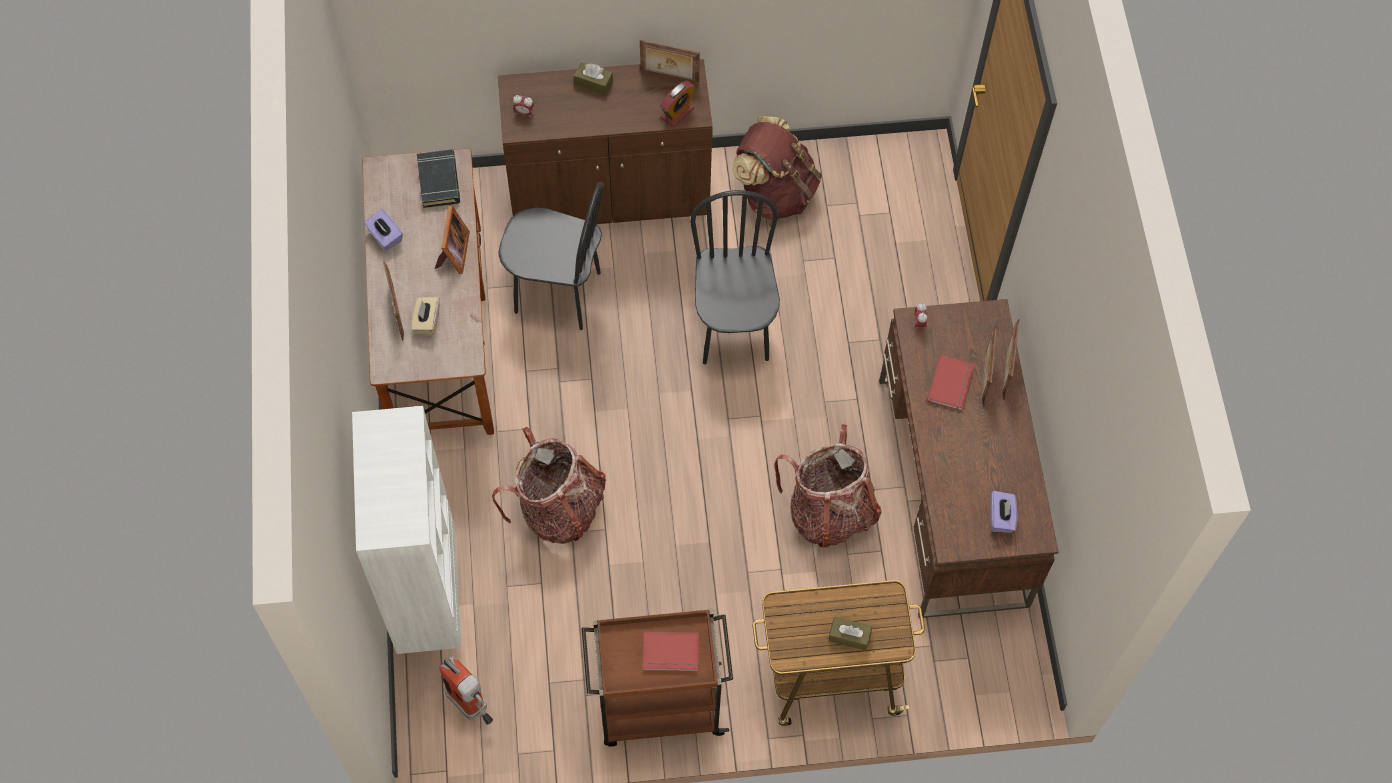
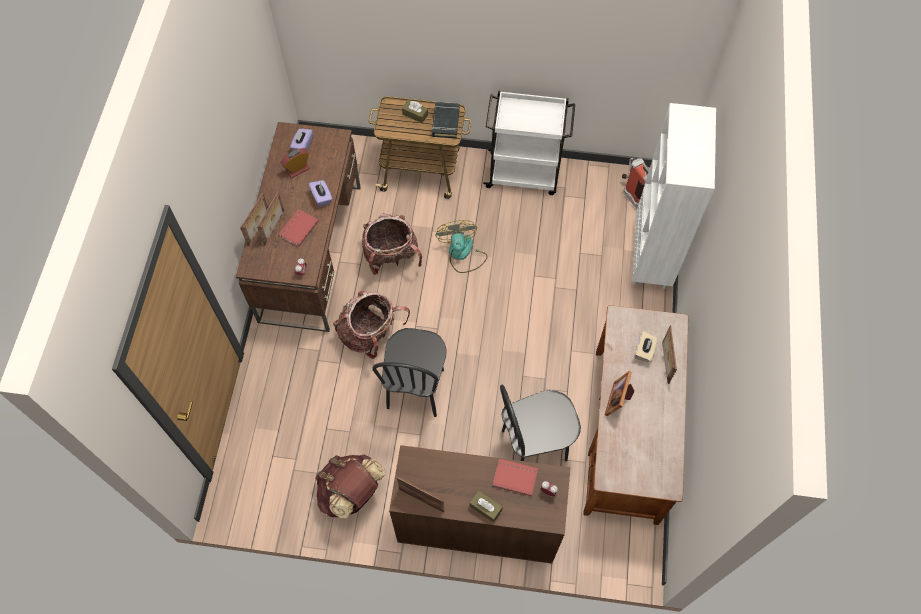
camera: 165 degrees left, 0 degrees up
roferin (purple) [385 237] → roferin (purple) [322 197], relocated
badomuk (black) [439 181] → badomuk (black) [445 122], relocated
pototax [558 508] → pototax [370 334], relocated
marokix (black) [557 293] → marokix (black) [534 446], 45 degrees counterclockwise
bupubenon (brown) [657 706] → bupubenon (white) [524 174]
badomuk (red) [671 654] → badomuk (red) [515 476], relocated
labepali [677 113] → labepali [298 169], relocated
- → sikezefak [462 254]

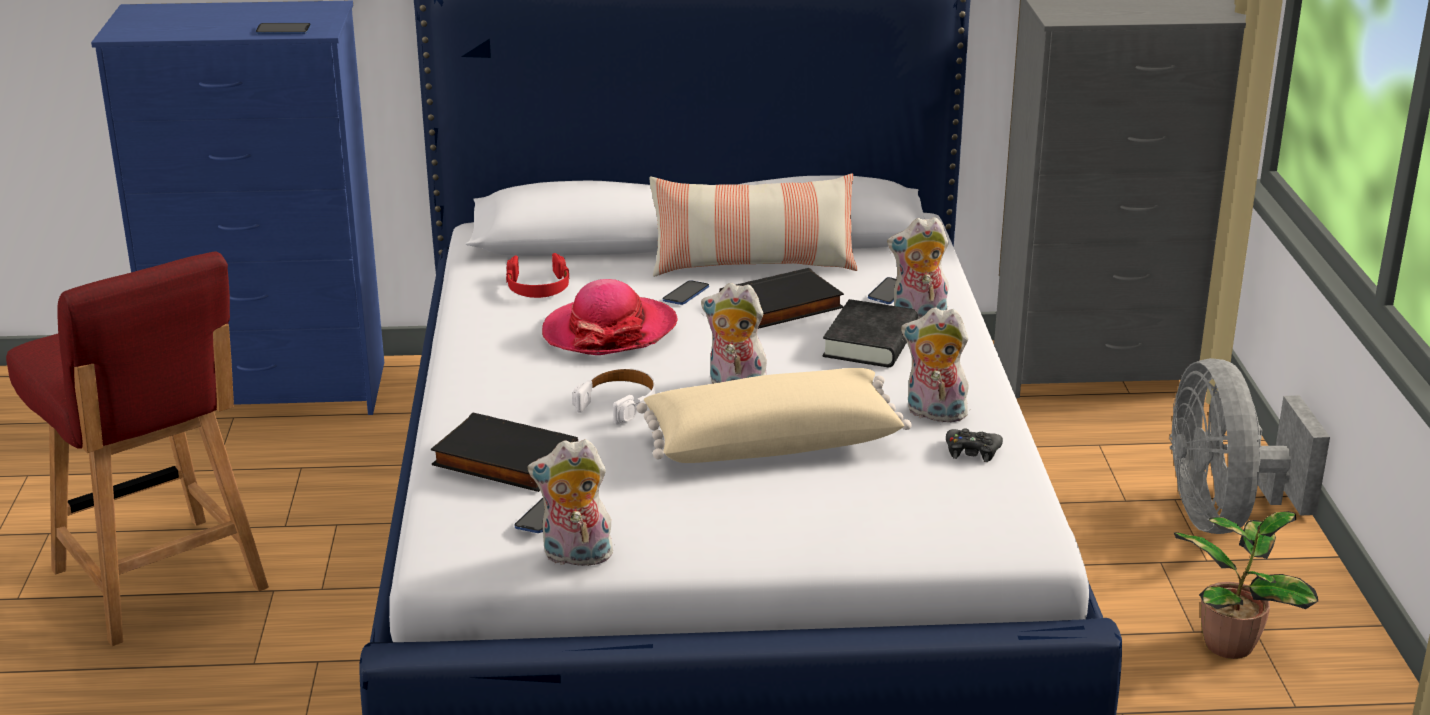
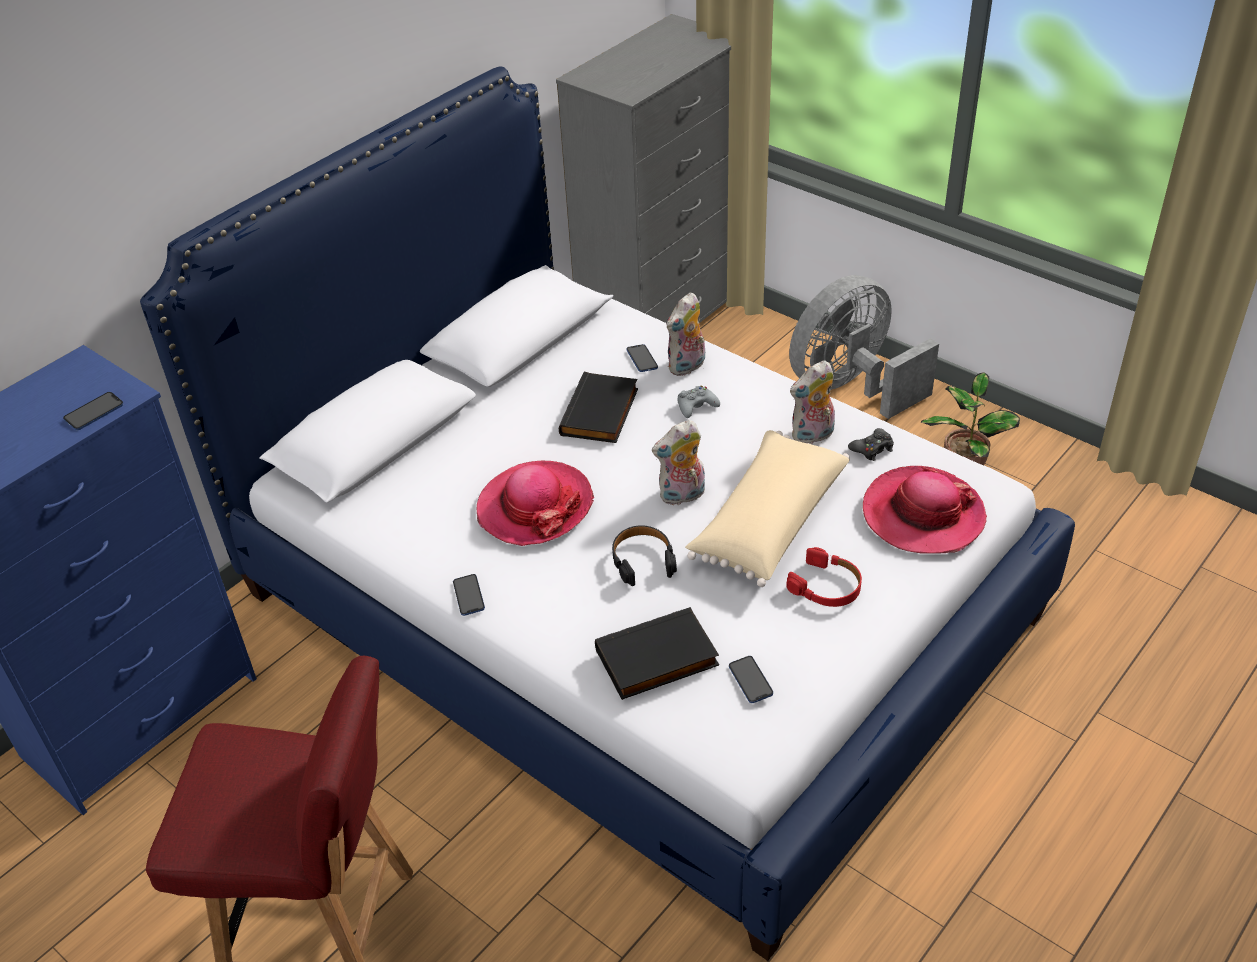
camera: 45 degrees left, 15 degrees up
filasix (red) [538 286] → filasix (red) [826 586], relocated
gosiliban [575 557] → -
filasix (white) [618 403] → filasix (black) [642 560]
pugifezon [753 264] → -
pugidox [685 294] → pugidox [468 596], relocated
badomuk (black) [870 343] → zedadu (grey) [696 406]
sikezefak (grey) [1224 516] → sikezefak (grey) [851 387], 105 degrees clockwise
- → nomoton [923 514]

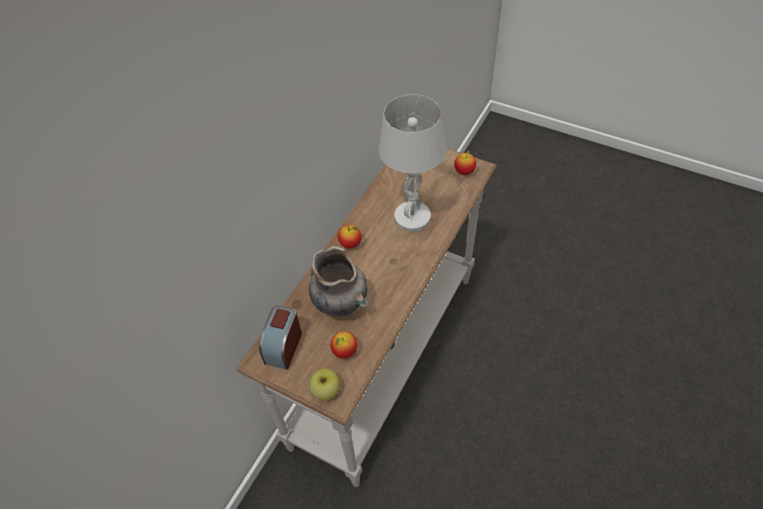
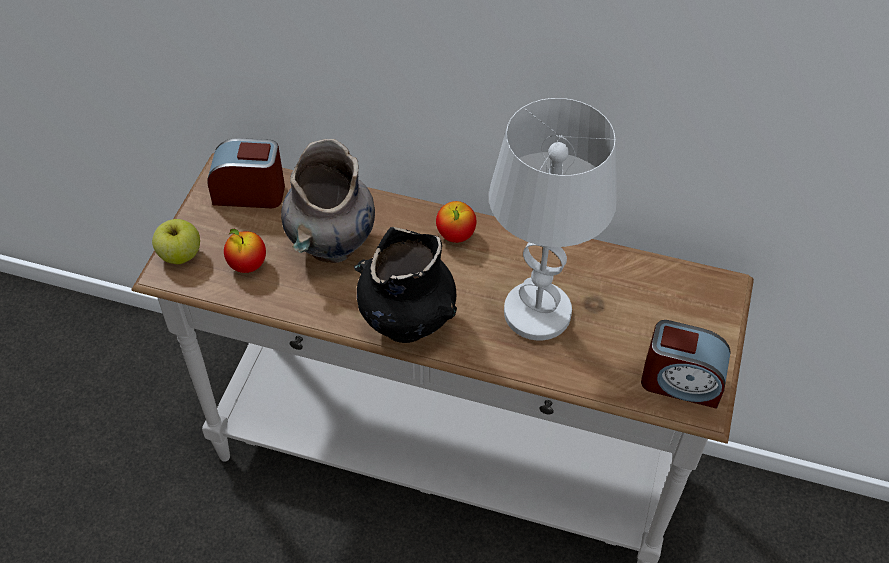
camera: 75 degrees right, 0 degrees up
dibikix [464 172] → labepali [681 382]
- → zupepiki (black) [405 322]

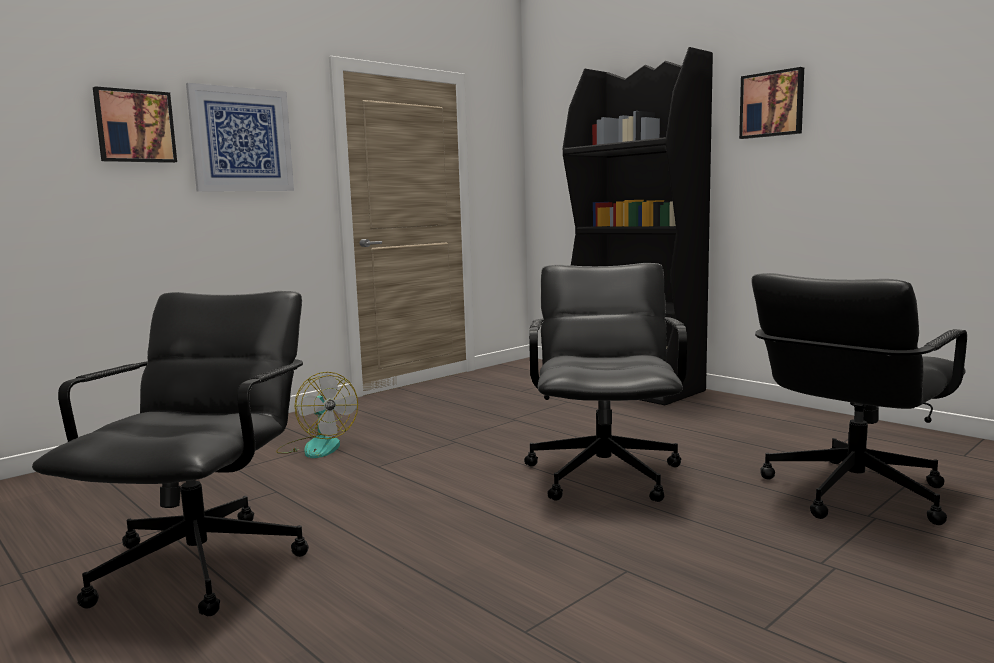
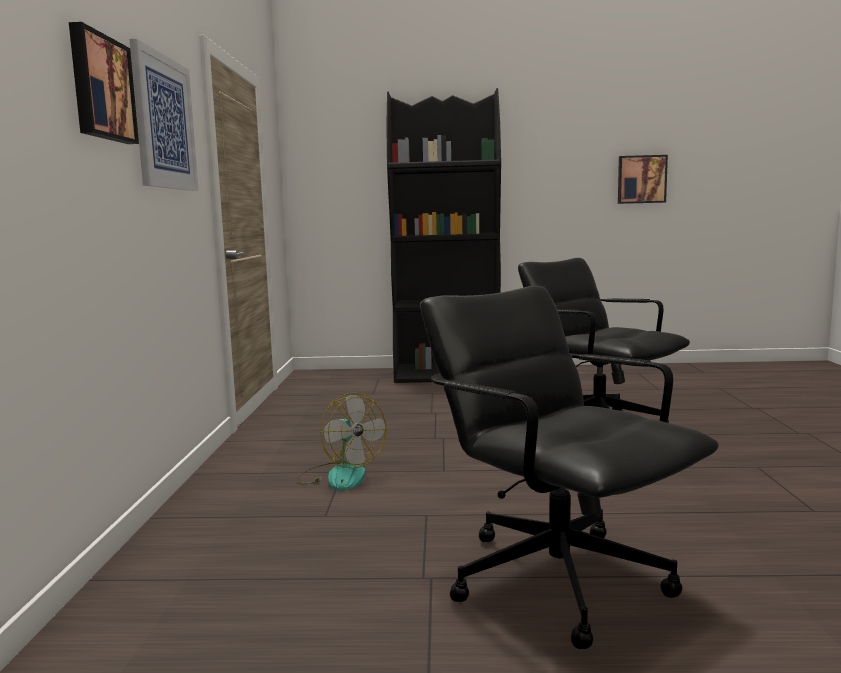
camera: 45 degrees left, 0 degrees up
sikezefak [317 446] → sikezefak [339 476], 45 degrees clockwise
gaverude [772 104] → gaverude [641 179], relocated
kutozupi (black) [851 493] → -

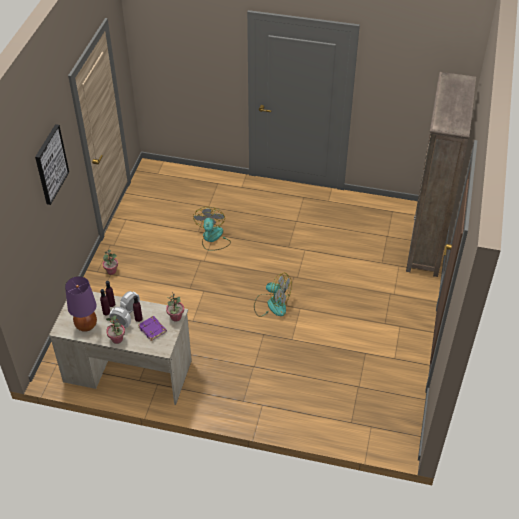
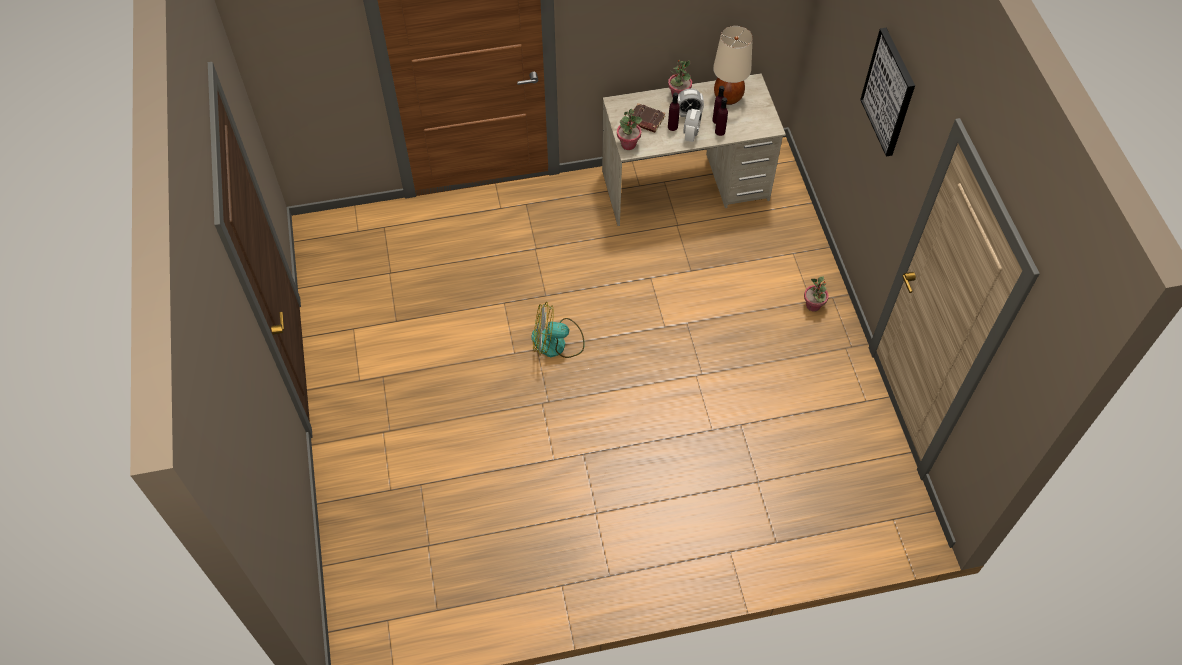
camera: 155 degrees right, 10 degrees up
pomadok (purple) [86 325] → pomadok (beige) [727 97]
badomuk (purple) [153 329] → badomuk (brown) [645 120]
sikezefak [212 238] → -
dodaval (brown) [425 245] → -

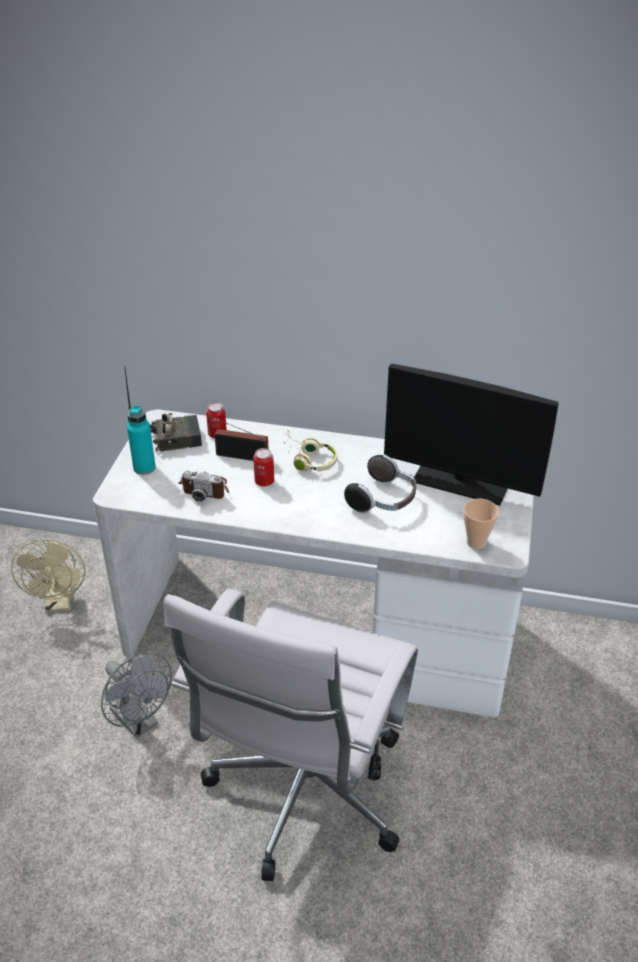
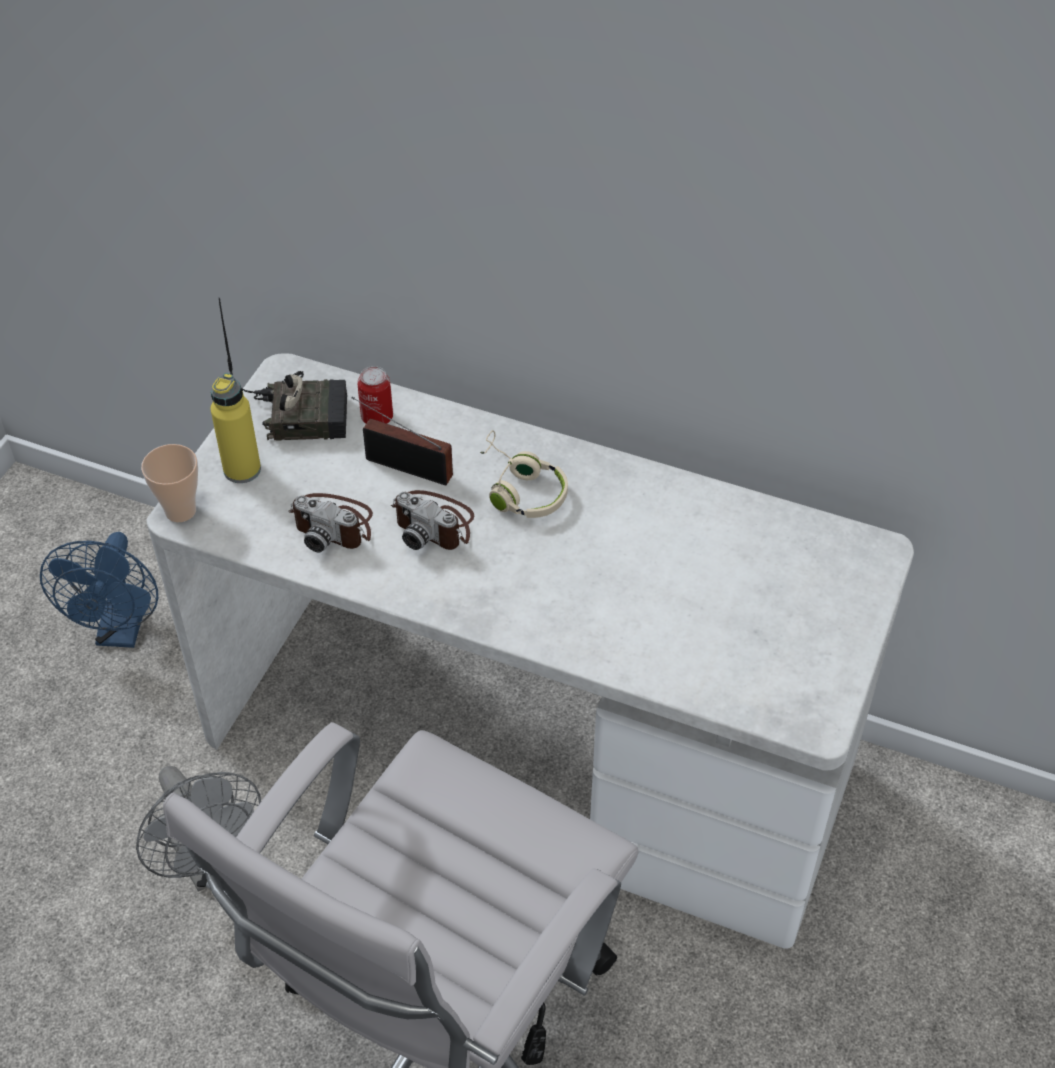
camera: 10 degrees right, 10 degrees up
sikezefak (beige) [59 602] → sikezefak (blue) [121 631]
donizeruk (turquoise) [144 468] → donizeruk (yellow) [242 470]
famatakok [264 481] → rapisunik [434 523]
filasix [383 500] → -
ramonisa [461 481] → -
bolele [476 542] → bolele [180 511], relocated

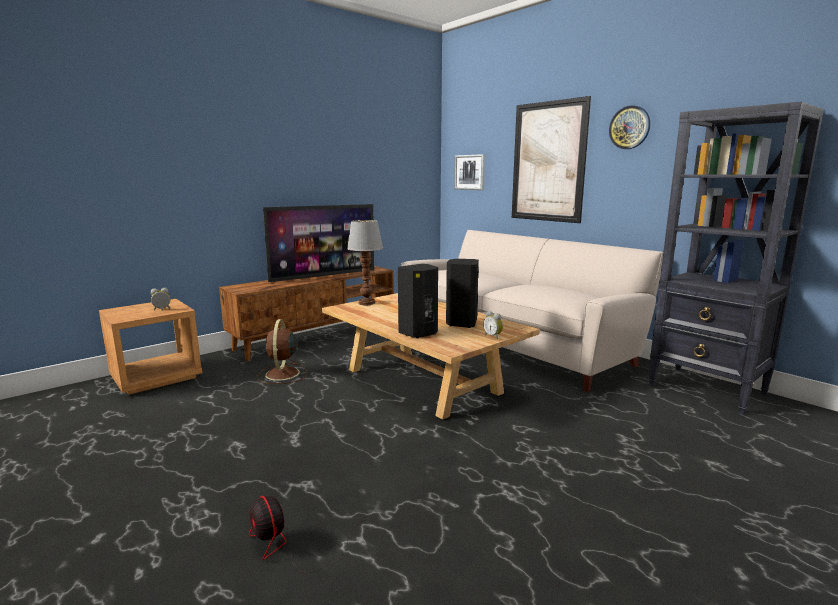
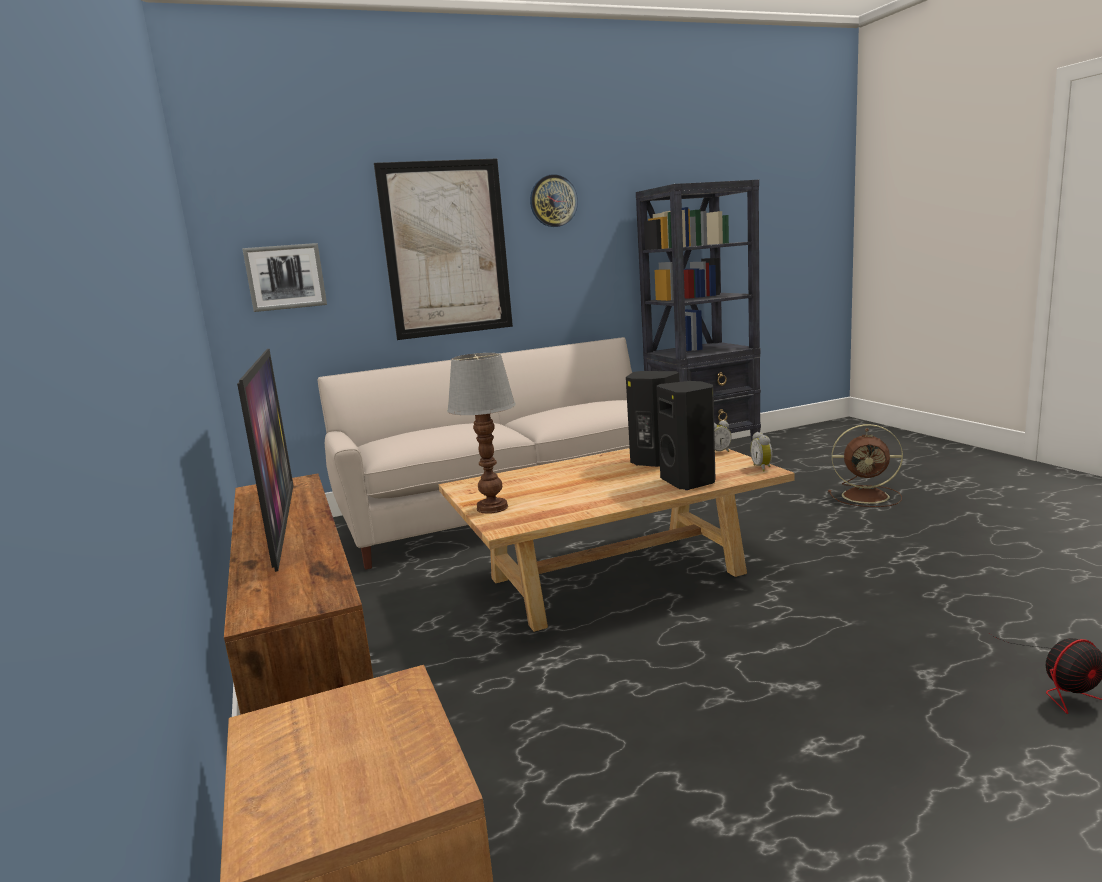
camera: 70 degrees left, 0 degrees up
labepali [162 310] → labepali [763 467], relocated
sikezefak (brown) [282 374] → sikezefak (brown) [867 496], relocated

